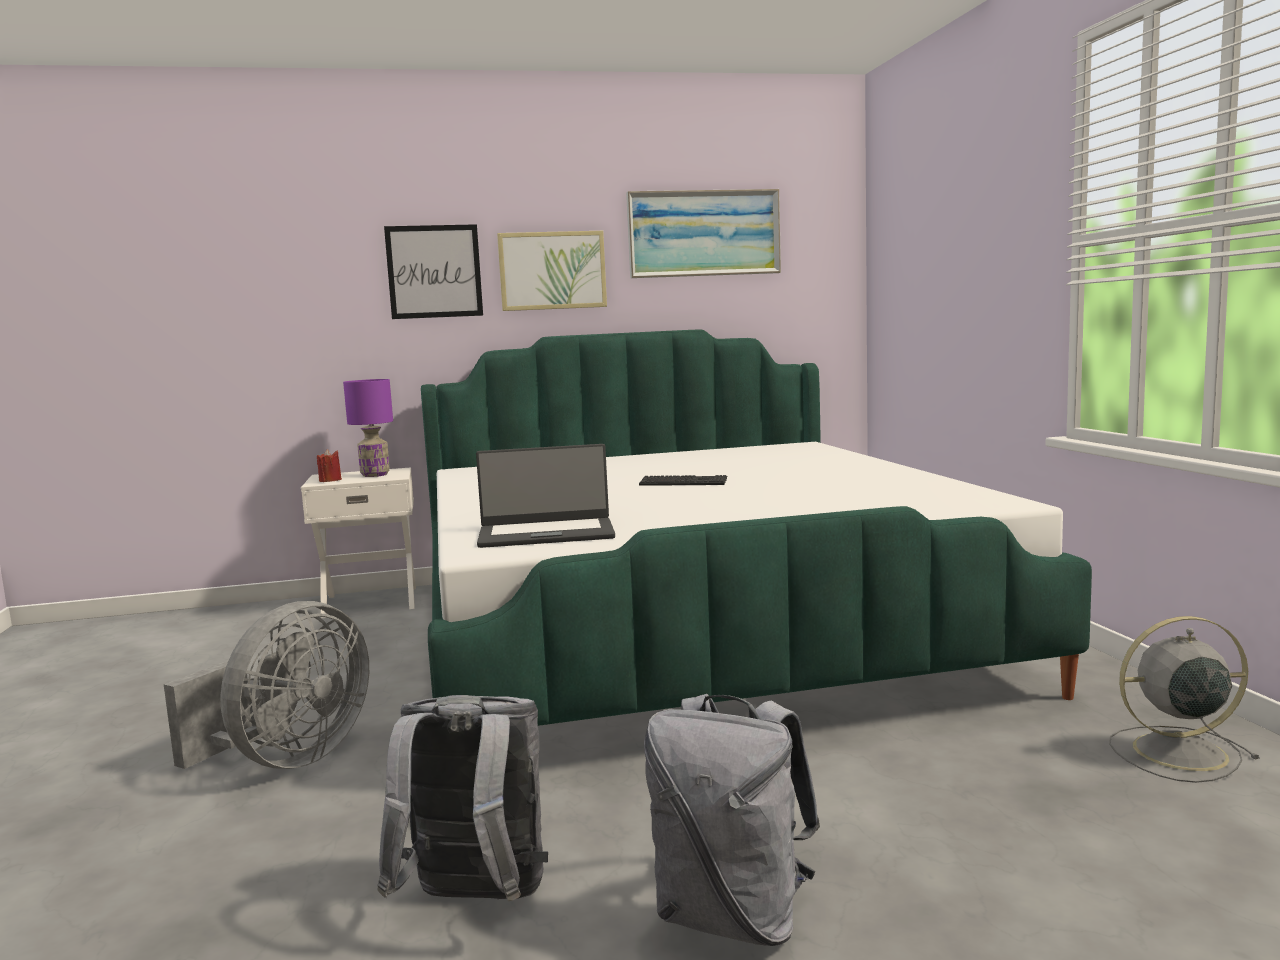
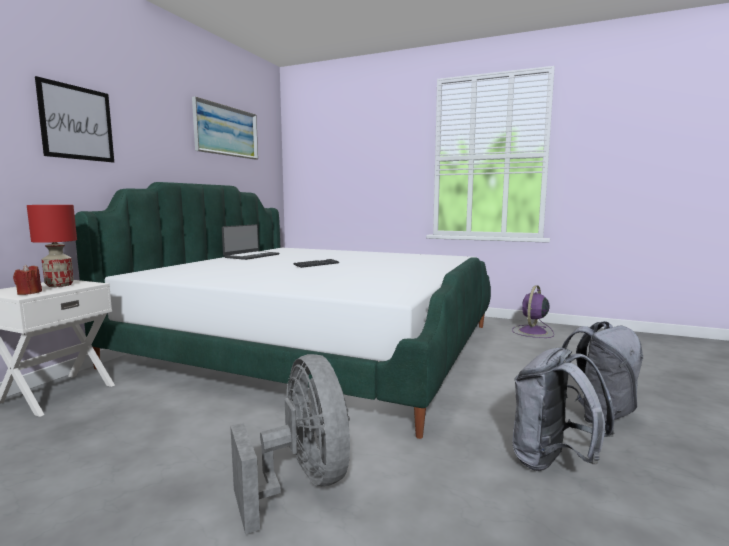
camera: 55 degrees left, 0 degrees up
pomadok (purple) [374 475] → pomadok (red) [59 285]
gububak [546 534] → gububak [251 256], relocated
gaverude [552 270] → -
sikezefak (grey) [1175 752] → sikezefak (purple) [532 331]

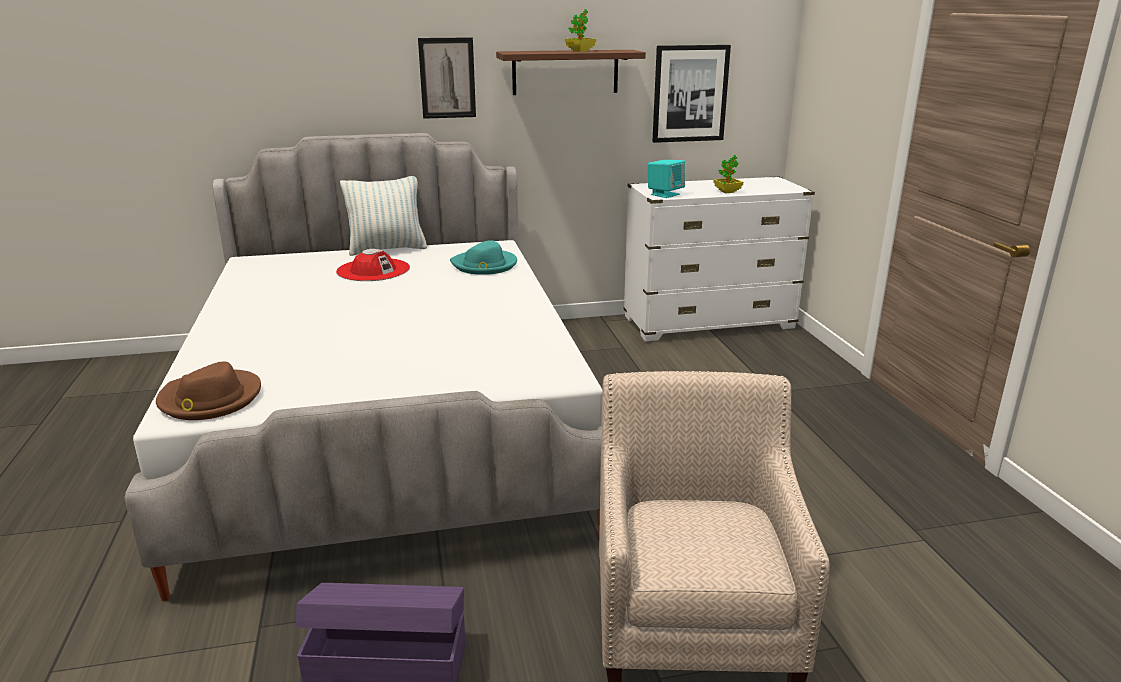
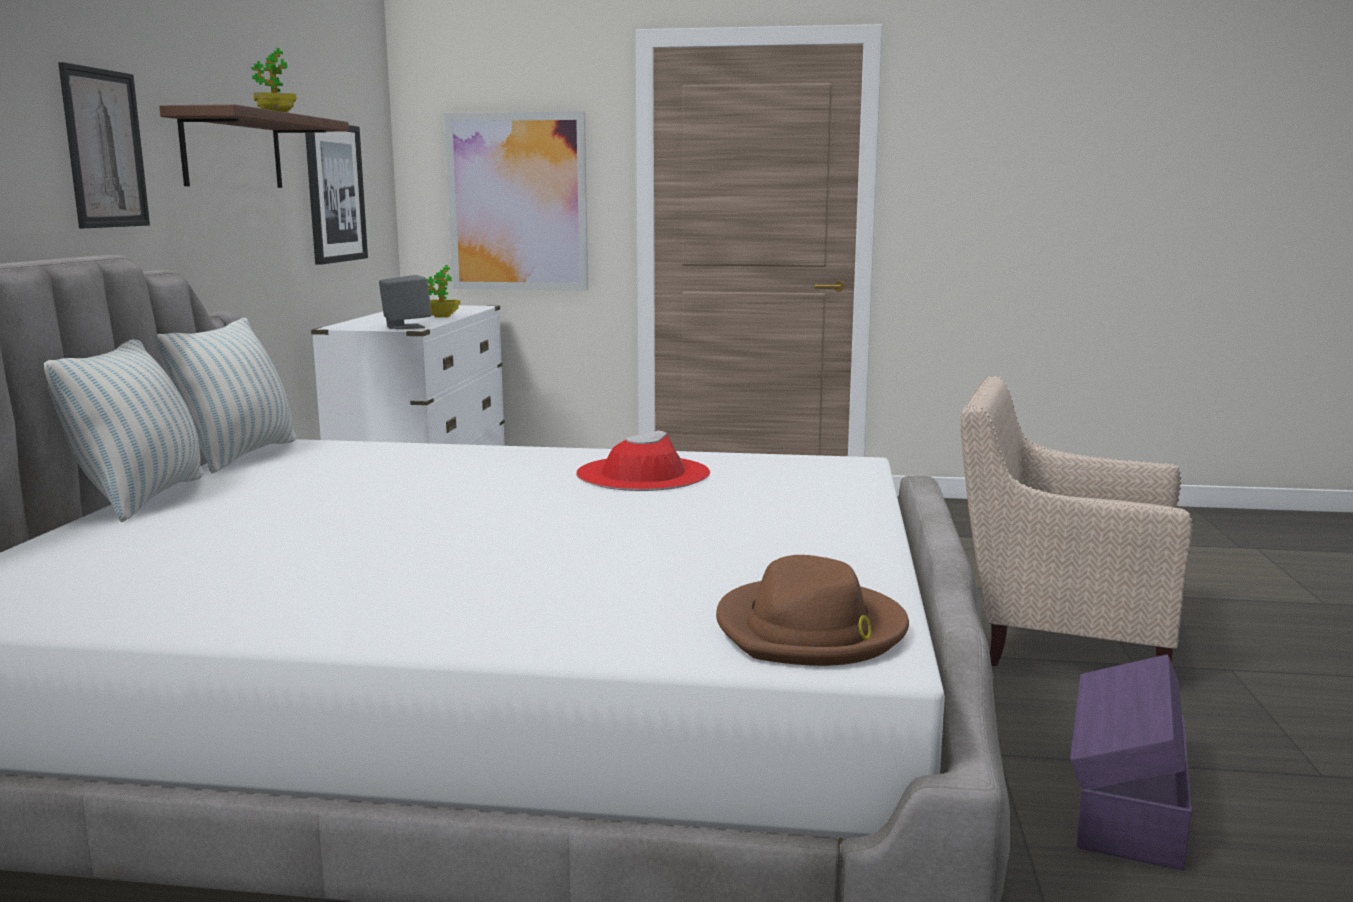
camera: 70 degrees left, 10 degrees down
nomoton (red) [373 270] → nomoton (red) [643 474], relocated
nomoton (turquoise) [484 265] → -
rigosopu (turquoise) [665 194] → rigosopu (grey) [406 327]
- → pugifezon [238 455]
- → gaverude [517 202]

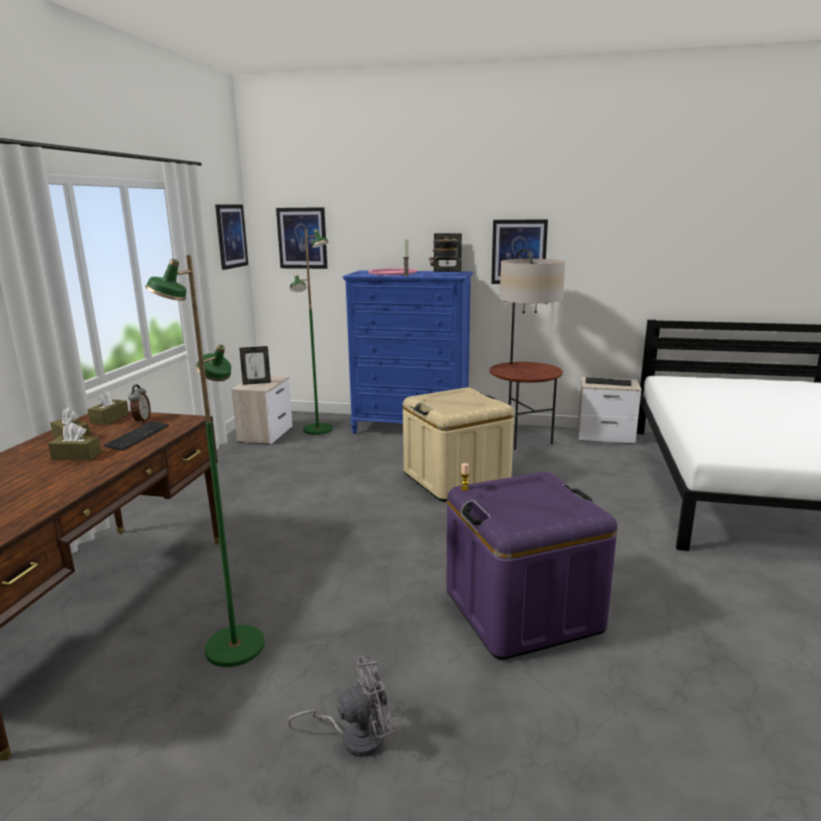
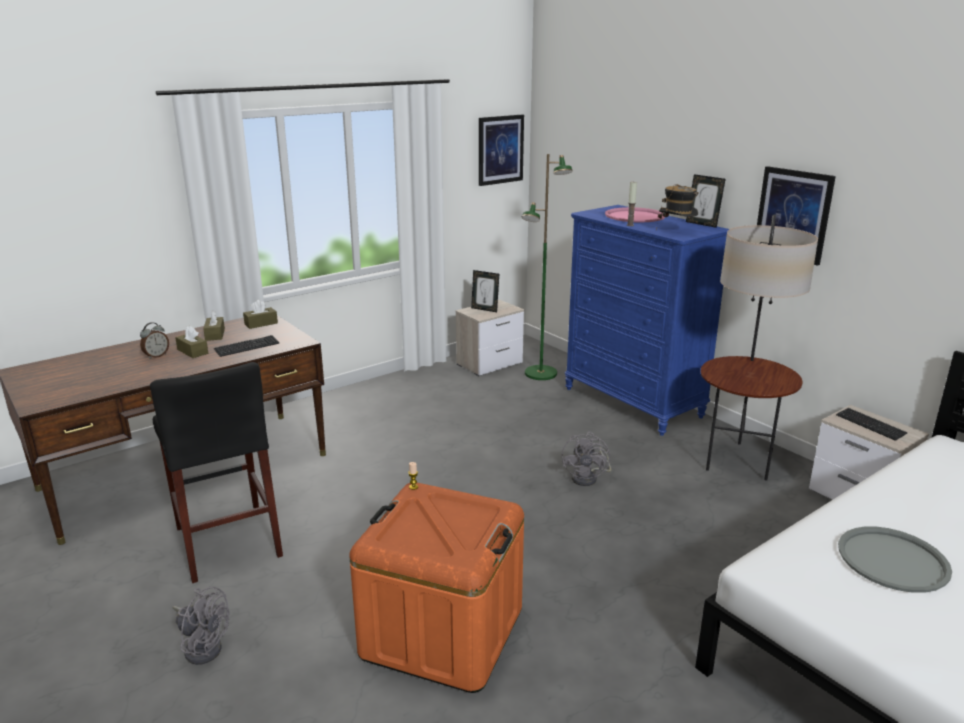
camera: 40 degrees right, 5 degrees up
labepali [141 421] → labepali [156 356], relocated
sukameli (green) [233 647] → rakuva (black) [227 541]
gaverude [302 238] → -
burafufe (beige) [456 479] → sikezefak (grey) [588 478]
burafufe (purple) [522 610] → burafufe (orange) [442 632]
- → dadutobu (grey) [892 560]

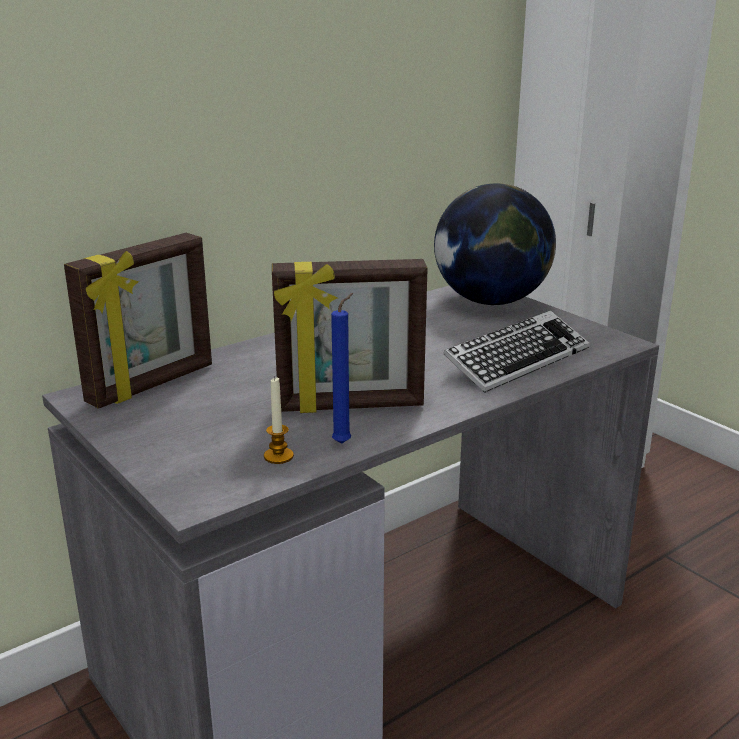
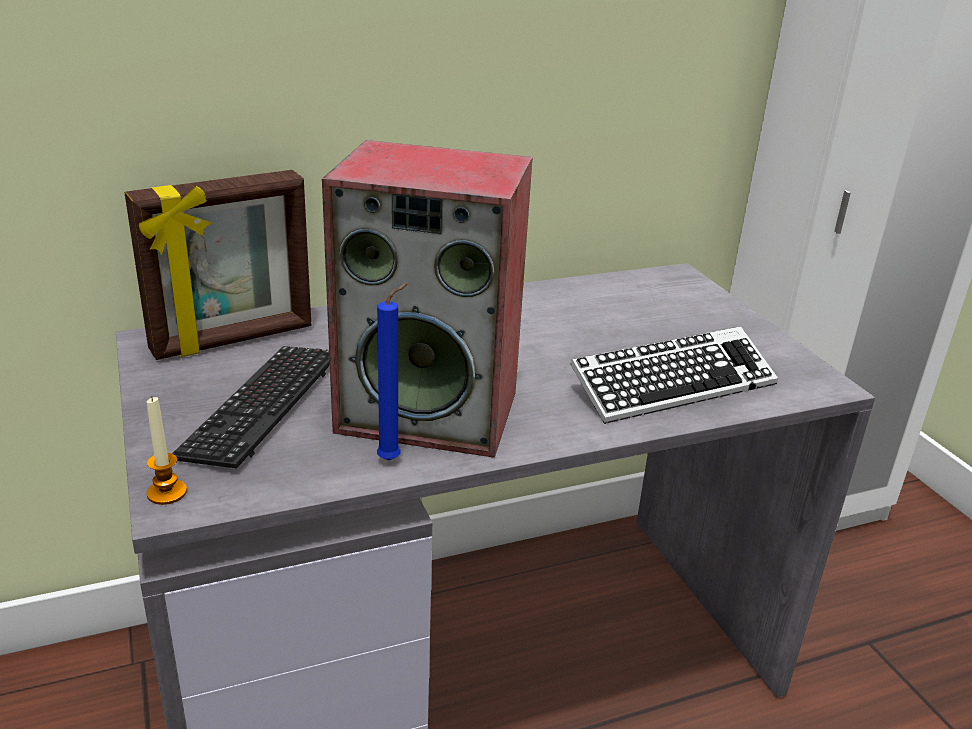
camera: 15 degrees right, 5 degrees up
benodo [278 456] → benodo [167 493], relocated
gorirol [350 406] → rigosopu [431 411]
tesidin [491 301] → -
- → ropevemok [262 406]

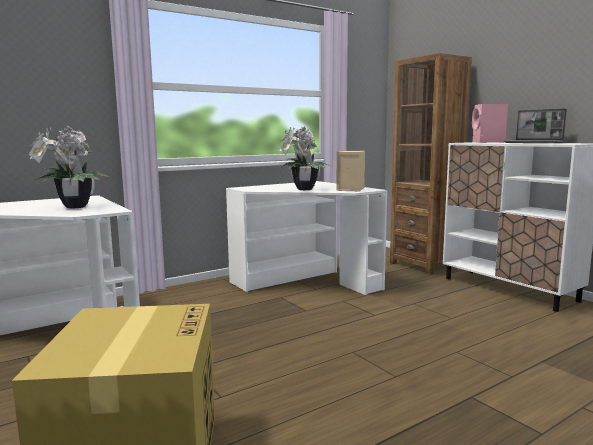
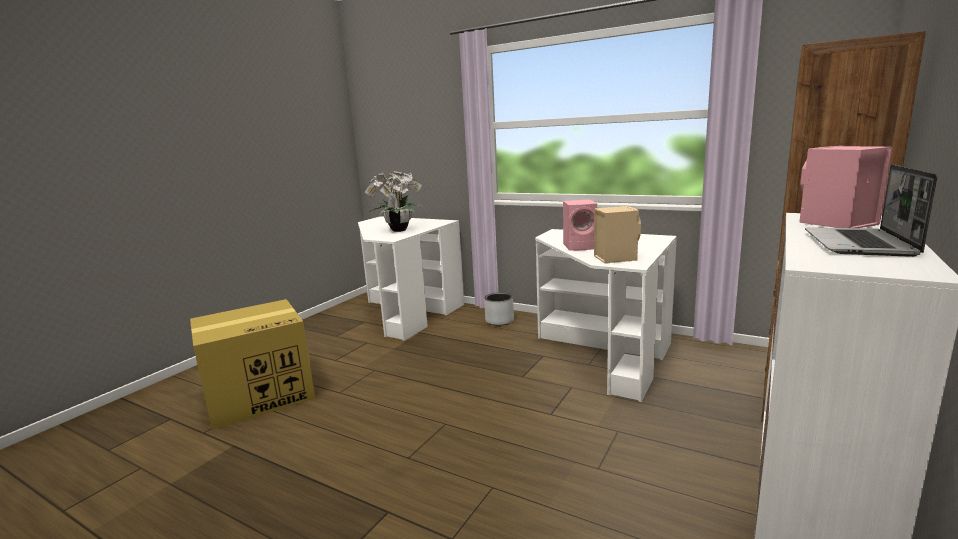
camera: 65 degrees right, 5 degrees up
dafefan [303 189] → rigosopu (pink) [581 246]
- → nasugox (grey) [499 321]

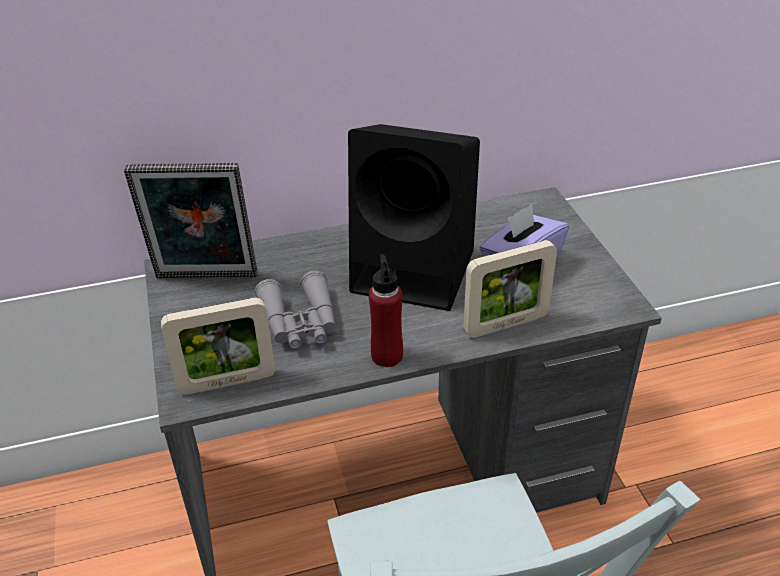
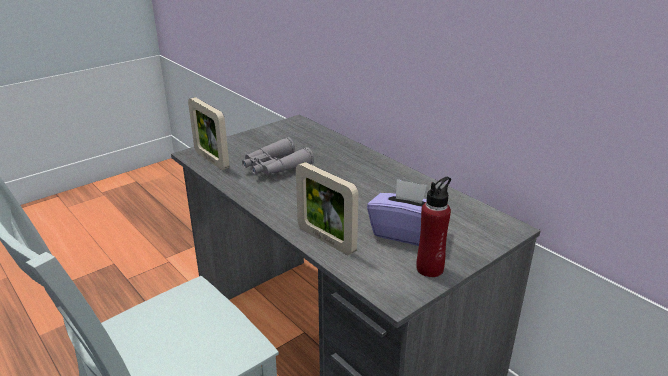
camera: 65 degrees right, 10 degrees down
gorirol [205 279] → -
rigosopu (black) [417 271] → -
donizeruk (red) [387 356] → donizeruk (red) [430 268], relocated

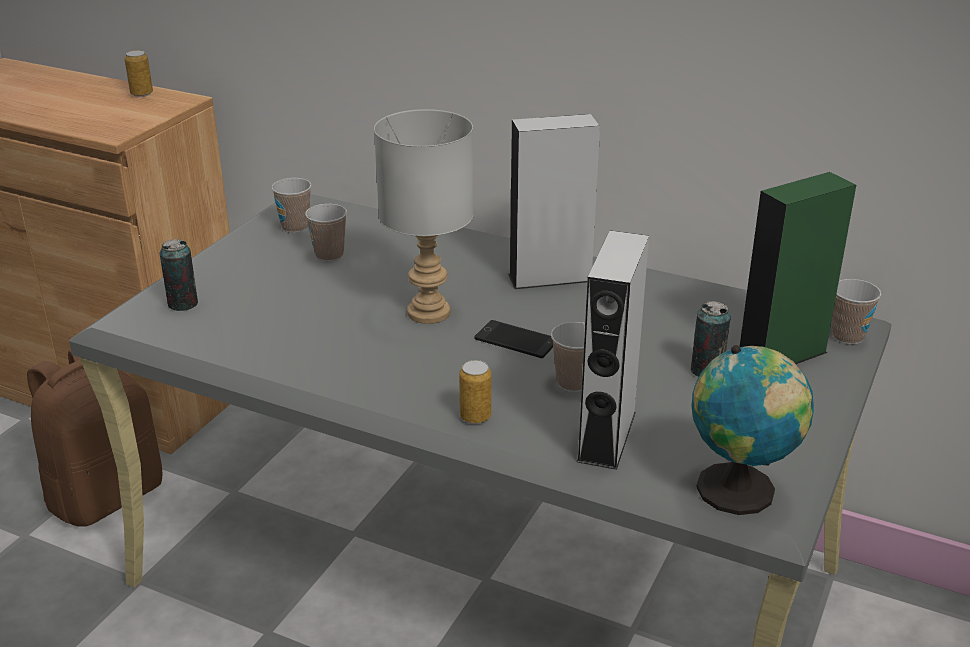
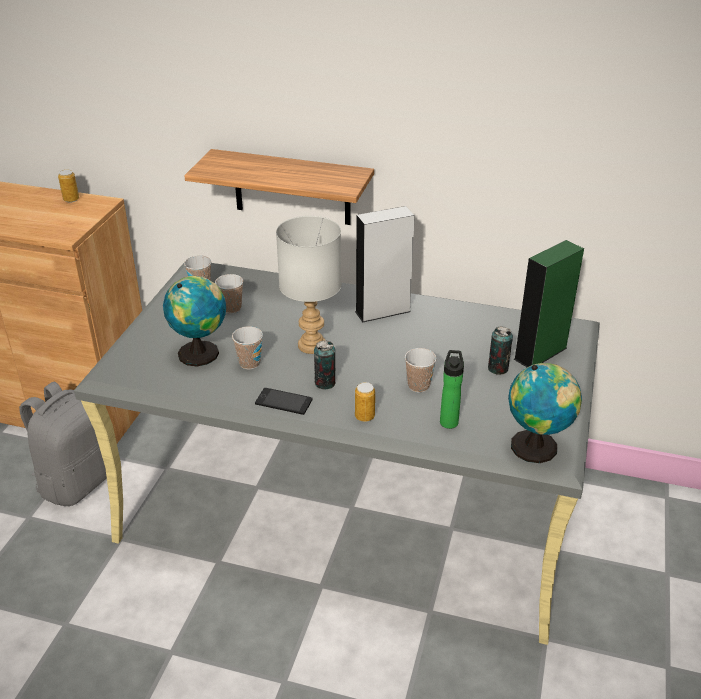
camera: 10 degrees left, 5 degrees up
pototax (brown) [106 495] → pototax (grey) [77 481]
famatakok [183 304] → famatakok [325 383], relocated
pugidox [516 340] → pugidox [283 402], relocated
rigosopu (grey) [606 436] → donizeruk [449 420]
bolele [847 336] → bolele [249 363], relocated
- → tesidin [201 352]
- → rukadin [292 187]

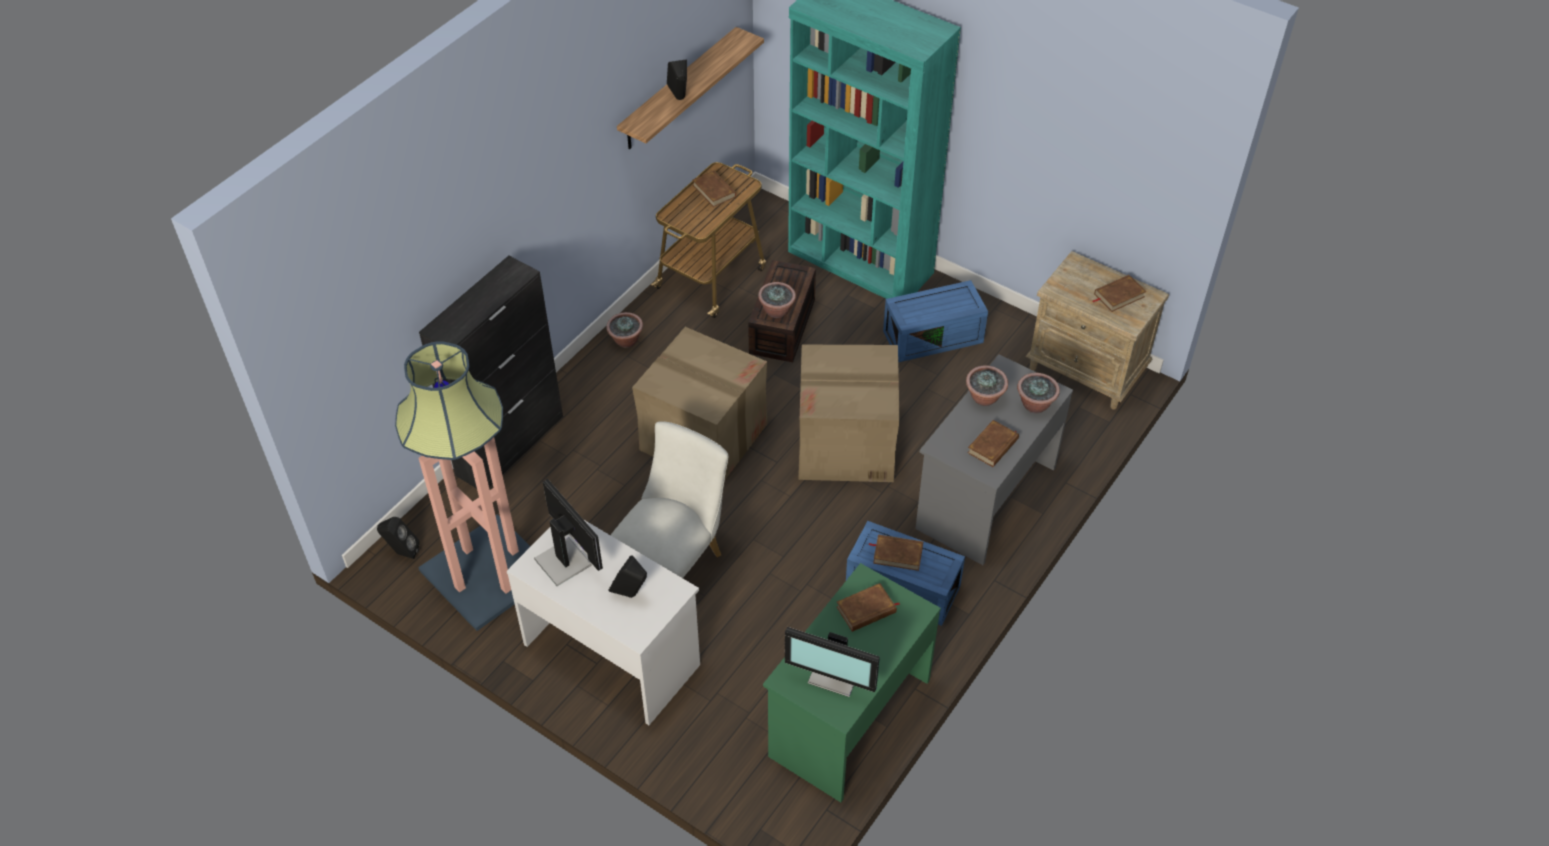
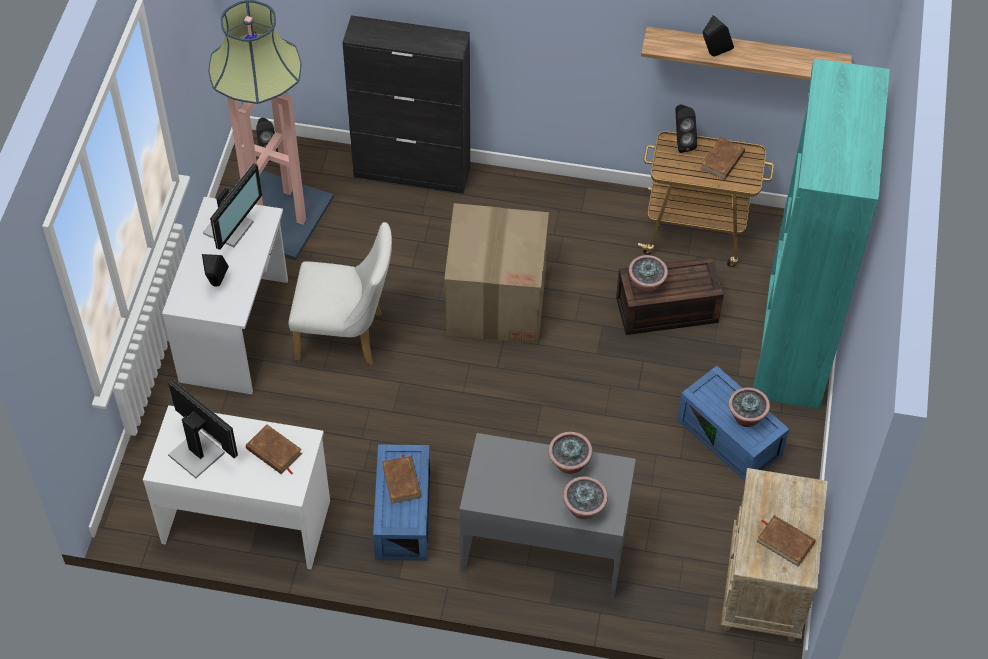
camera: 65 degrees right, 5 degrees up
dafefan [626 341] → dafefan [746 418], relocated
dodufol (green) [848 717] → dodufol (white) [247 520]
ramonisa [835 674] → ramonisa [198 452], 135 degrees clockwise
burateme [847 444] → -
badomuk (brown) [993 446] → -
- → rigosopu (black) [681 143]

